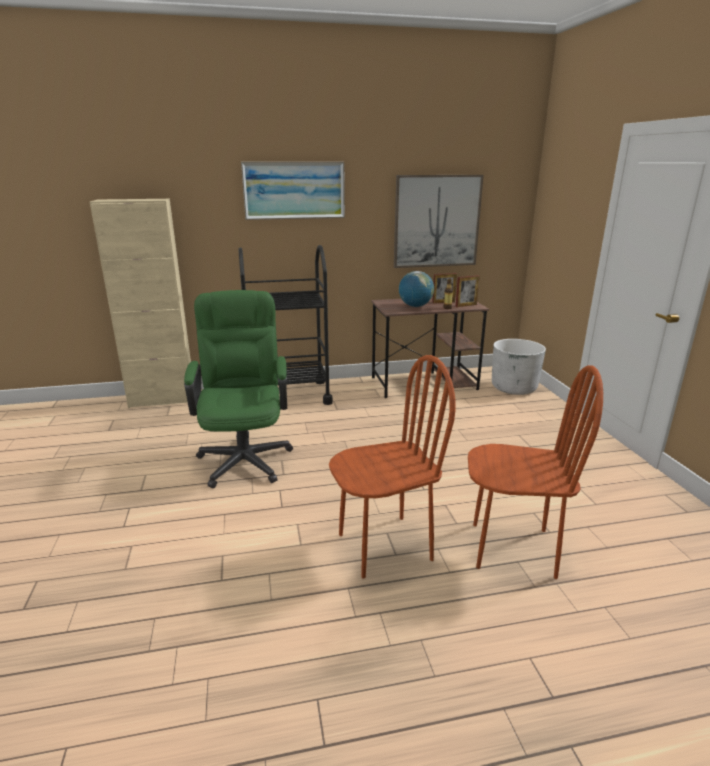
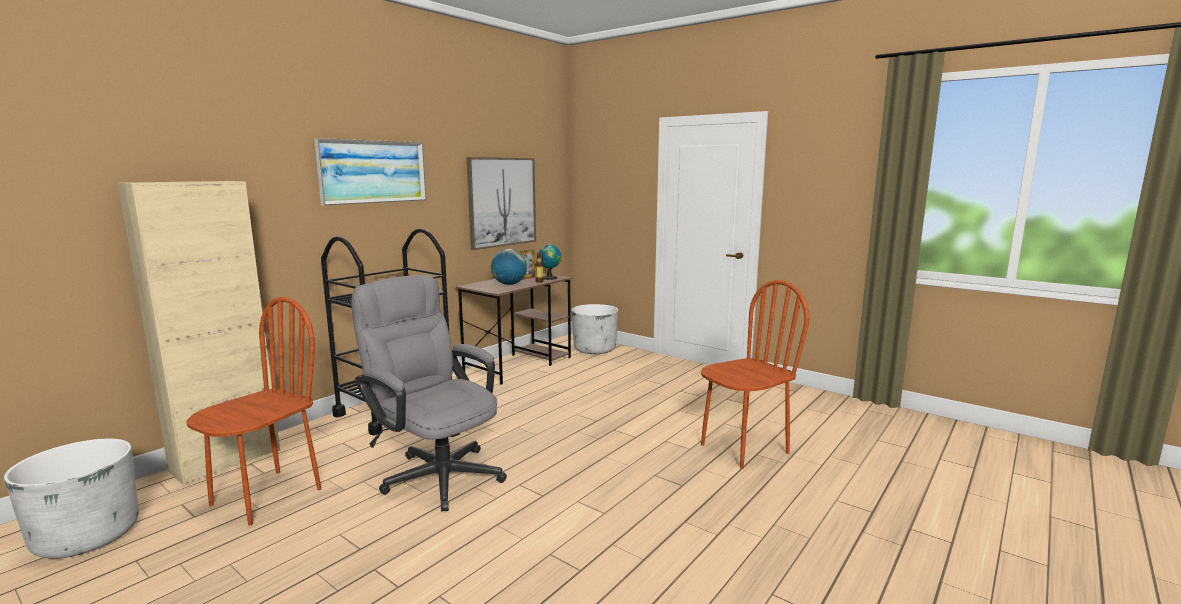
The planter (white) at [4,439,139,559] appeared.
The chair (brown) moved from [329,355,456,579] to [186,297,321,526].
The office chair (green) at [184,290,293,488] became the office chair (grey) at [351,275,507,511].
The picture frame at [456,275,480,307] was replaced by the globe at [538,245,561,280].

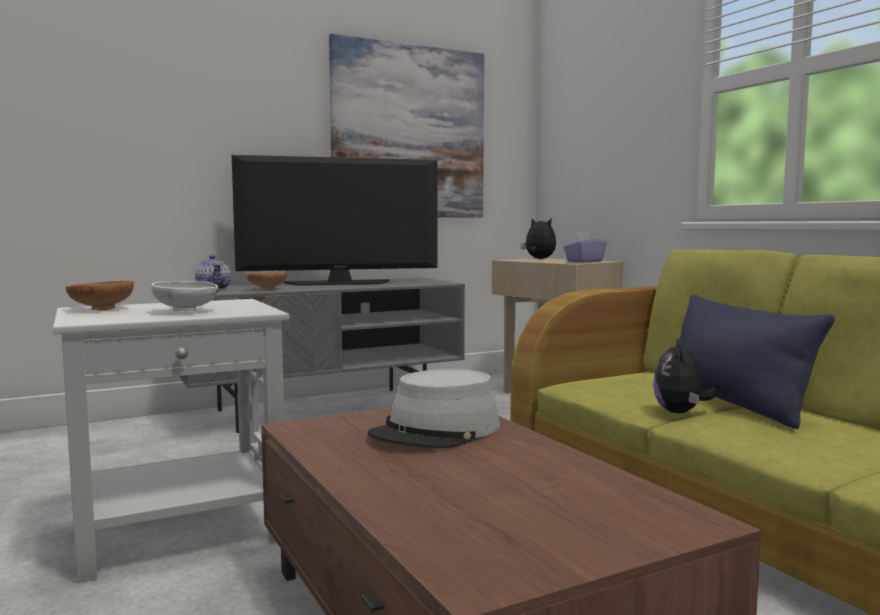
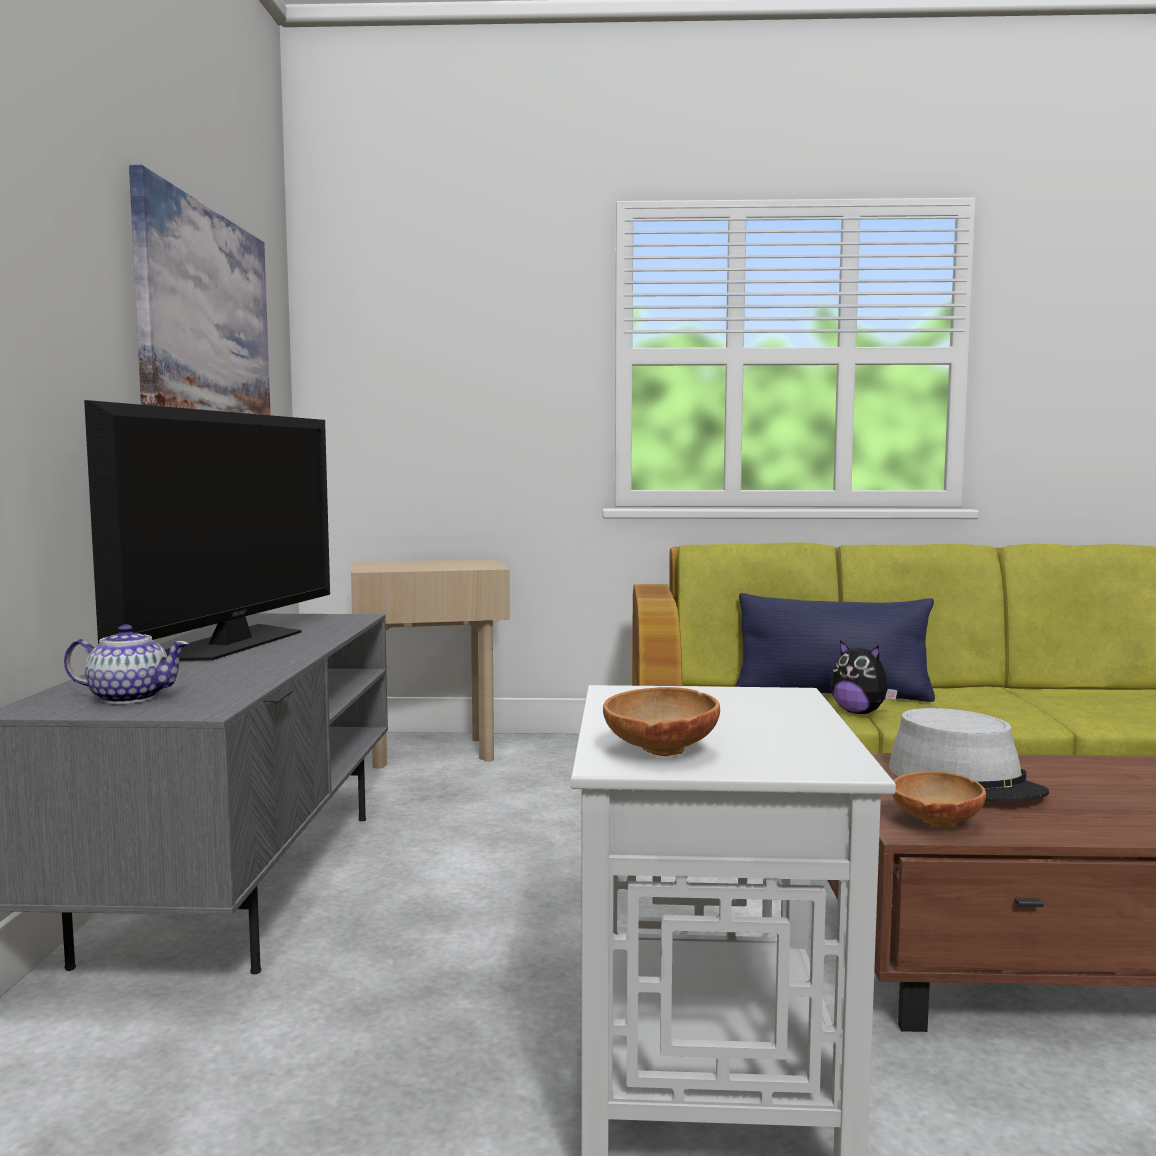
The bowl (brown) moved from [247,272,287,290] to [893,771,986,828].
The bowl (white) at [151,281,218,311] disappeared.
The plush toy at [520,218,556,259] disappeared.
The tissue box (purple) at [563,232,607,262] disappeared.

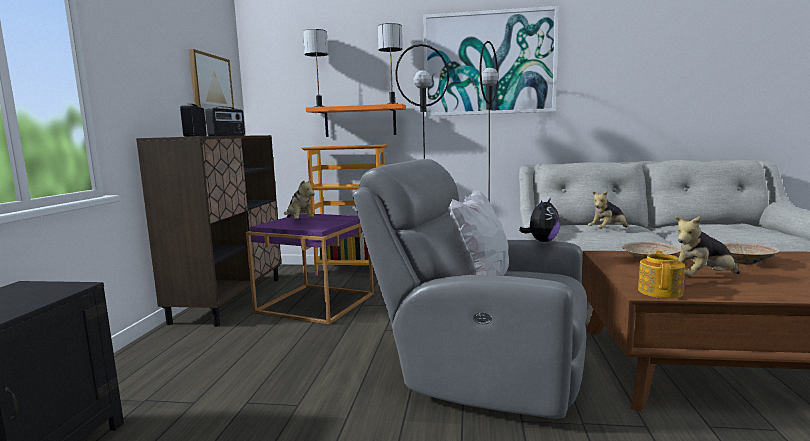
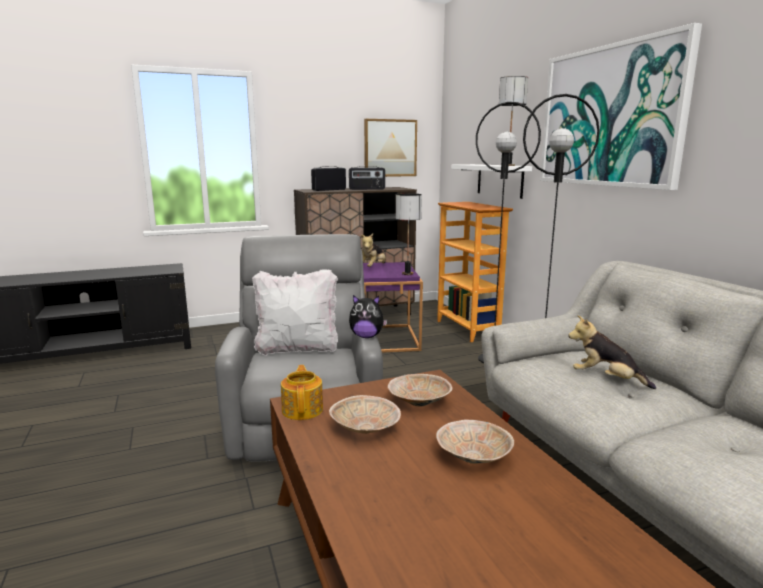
The teapot at [638,251,685,298] turned 90 degrees counterclockwise.
The plush toy at [675,216,740,276] was replaced by the bowl (beige) at [329,395,401,434].
The table lamp moved from [303,29,328,107] to [396,193,422,275].
The shelf (orange) at [306,104,406,137] became the shelf (white) at [451,164,532,199].

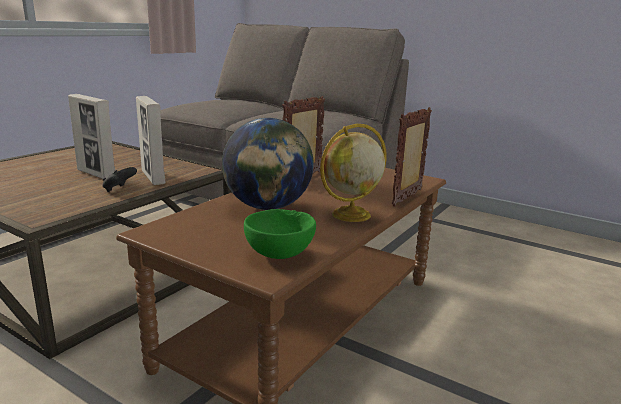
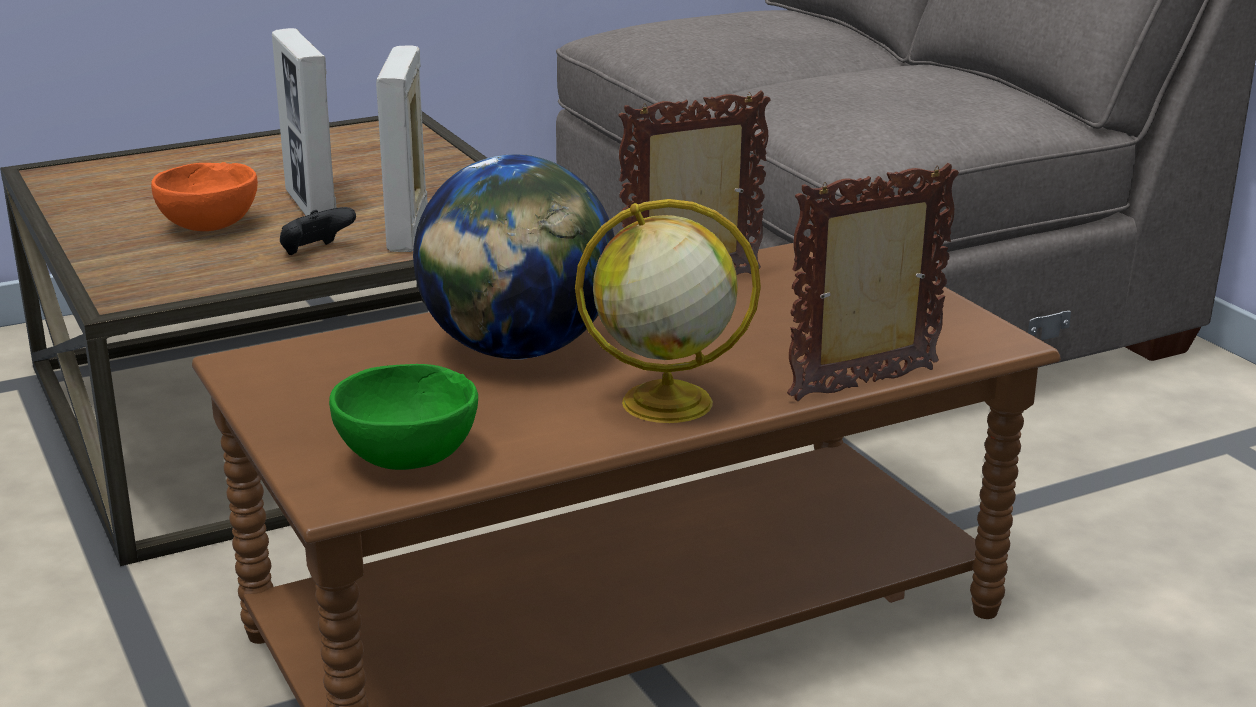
The bowl (orange) at [151,162,258,231] appeared.

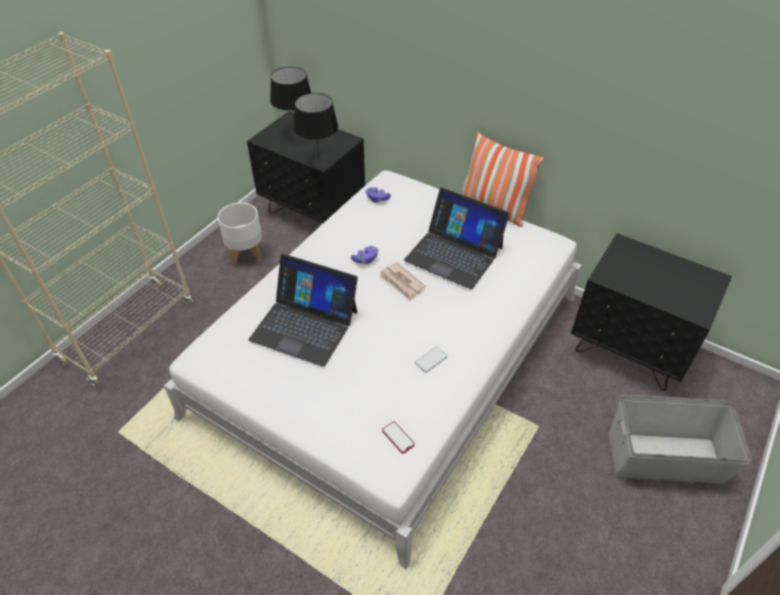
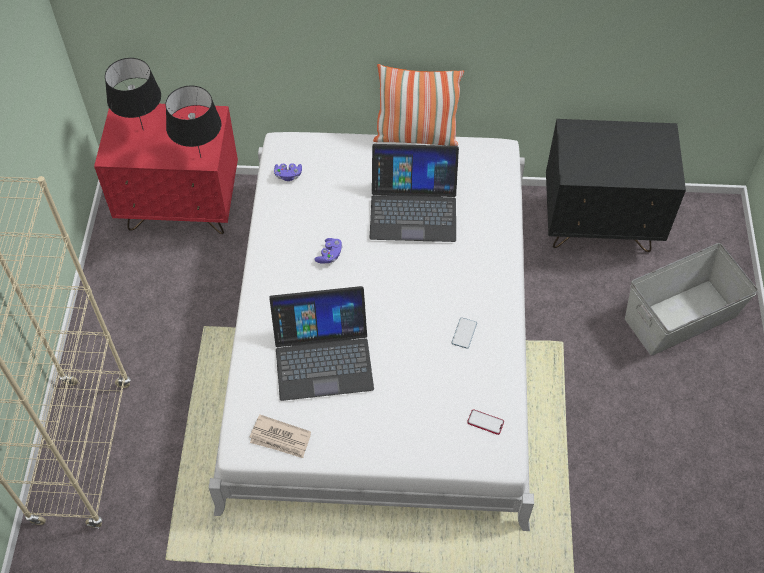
The nightstand (black) at [247,111,365,225] became the nightstand (red) at [94,104,238,234].
The newspaper moved from [379,262,426,301] to [249,415,311,458].
The planter (white) at [218,202,262,266] disappeared.

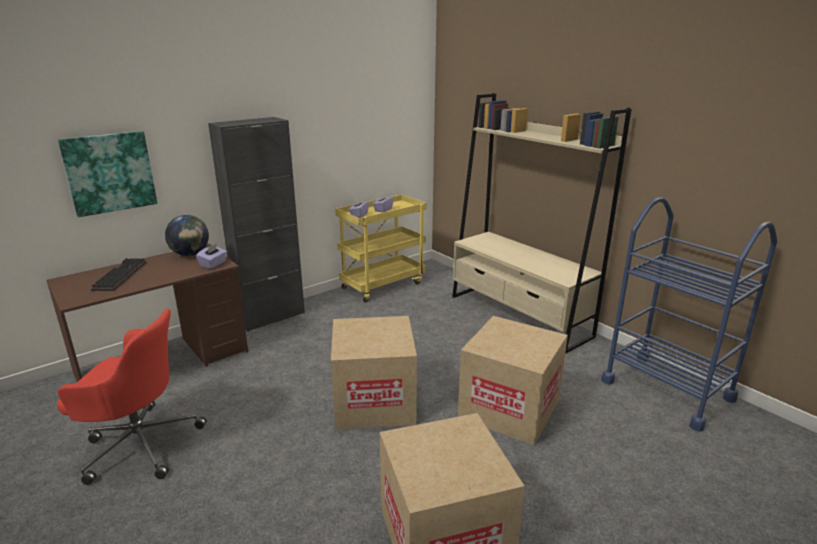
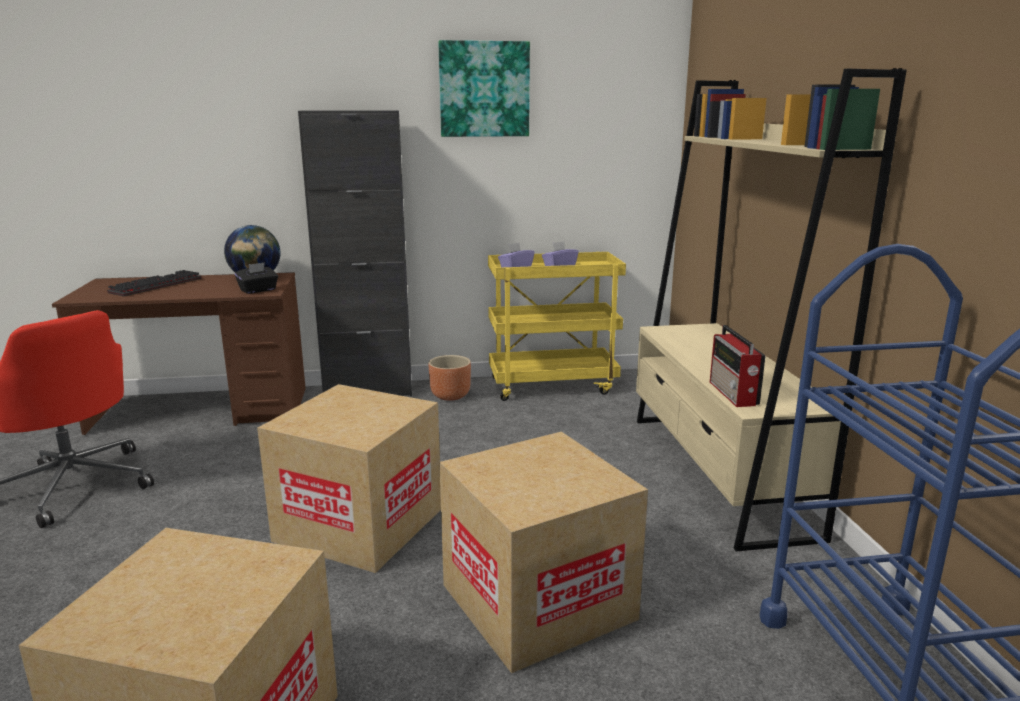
The tissue box (purple) at [196,244,227,269] became the tissue box (black) at [235,262,278,294].
The planter (brown) at [429,355,471,401] appeared.
The picture moved from [58,131,157,217] to [438,40,530,137].
The radio at [710,325,766,407] appeared.

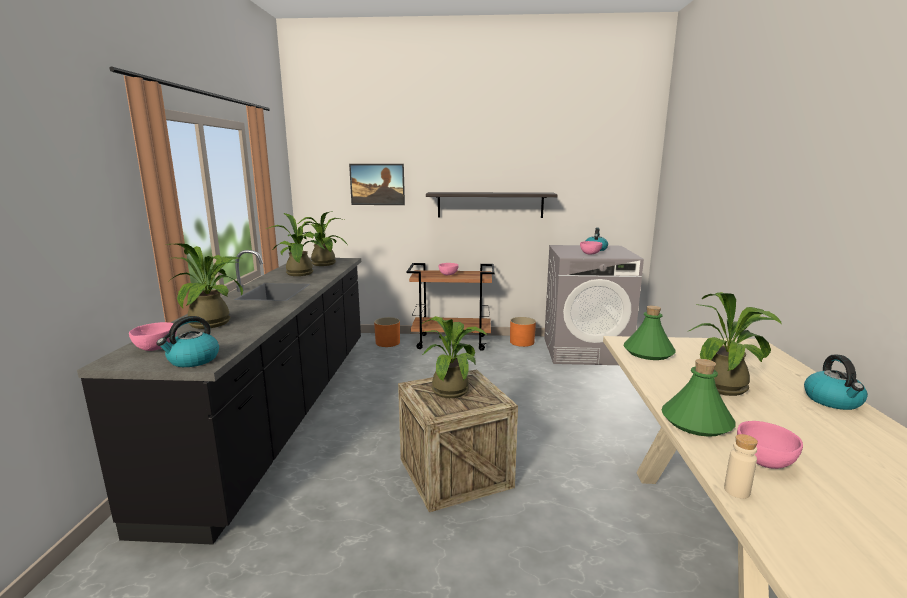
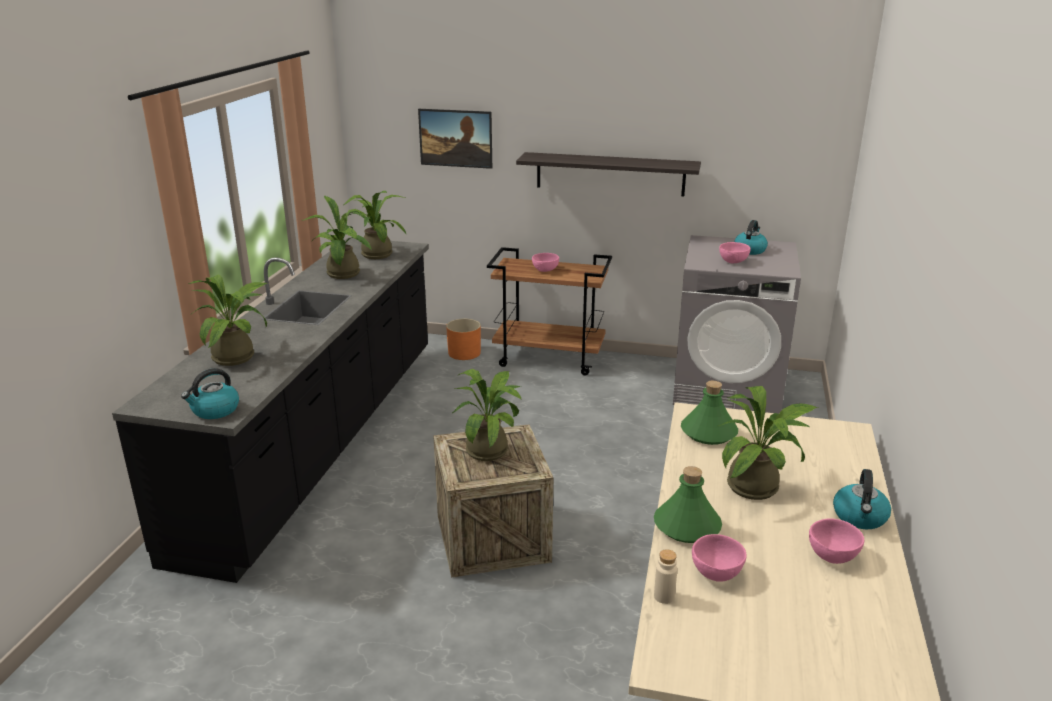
The bowl (pink) moved from [129,322,177,351] to [809,518,864,564].
The planter (orange) at [510,317,536,347] disappeared.

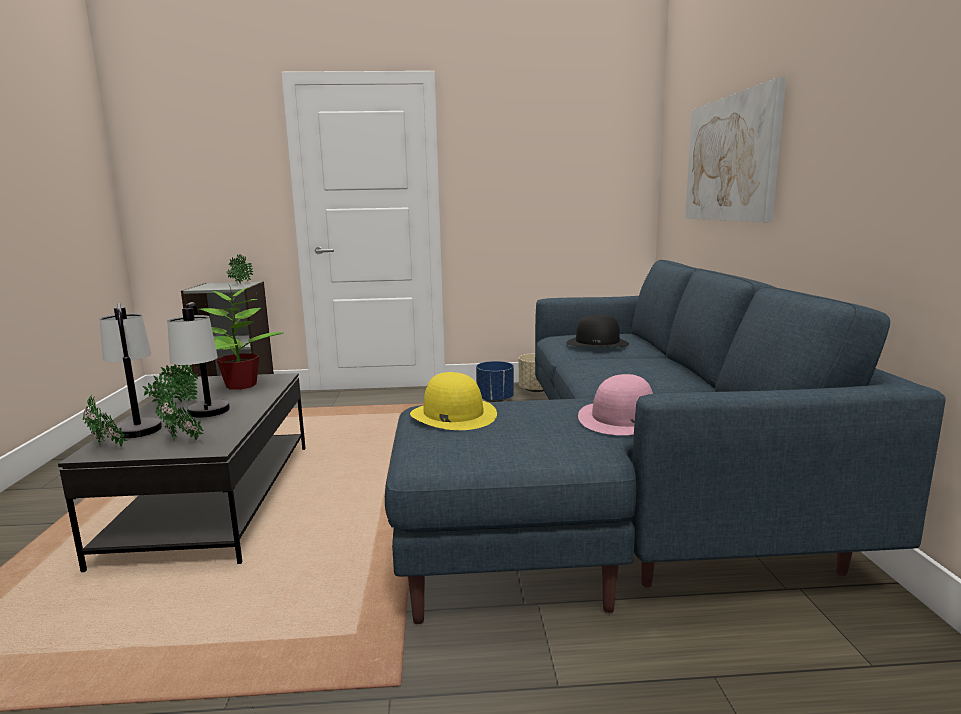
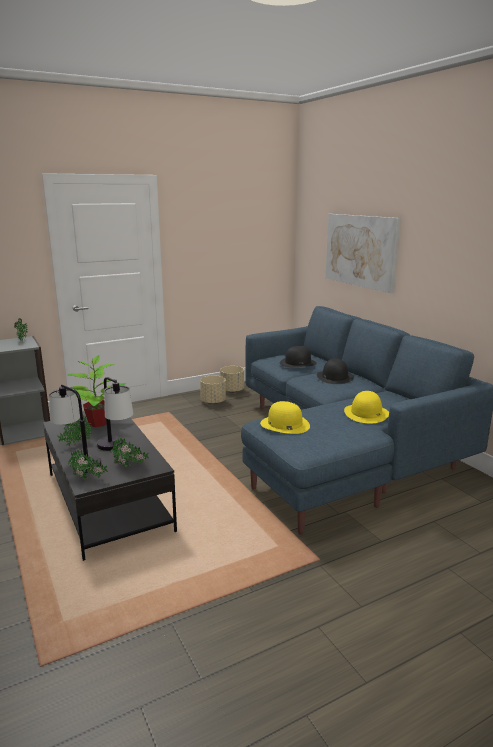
The planter (blue) at [476,361,514,402] became the planter (beige) at [200,376,226,404].
The hat (black) at [317,358,354,384] appeared.
The hat (pink) at [578,374,653,435] became the hat (yellow) at [344,391,389,423].

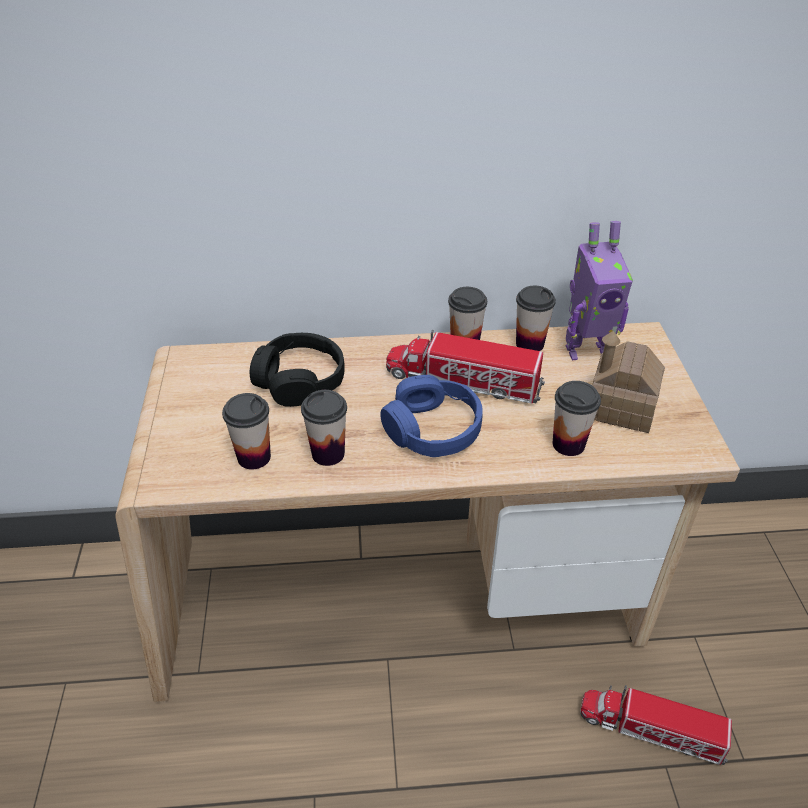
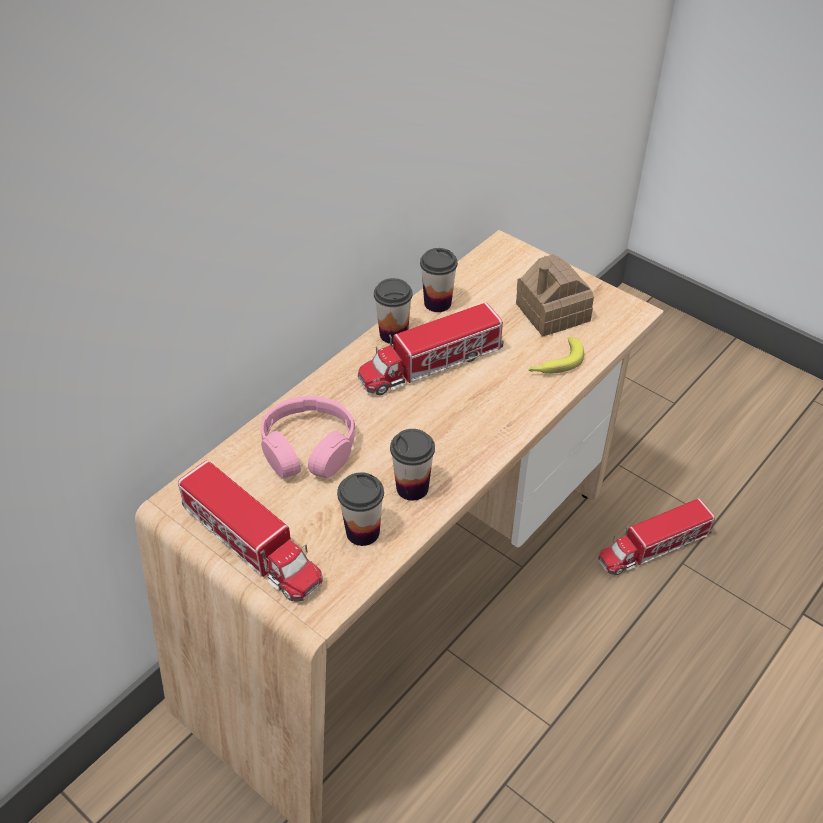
The toy truck at [178,460,323,602] appeared.
The headphones (black) at [250,333,345,407] became the headphones (pink) at [261,396,355,478].
The cup at [553,381,601,456] was replaced by the banana at [528,337,584,374].
The headphones (blue) at [380,375,483,457] disappeared.
The toy robot at [566,221,633,360] disappeared.

